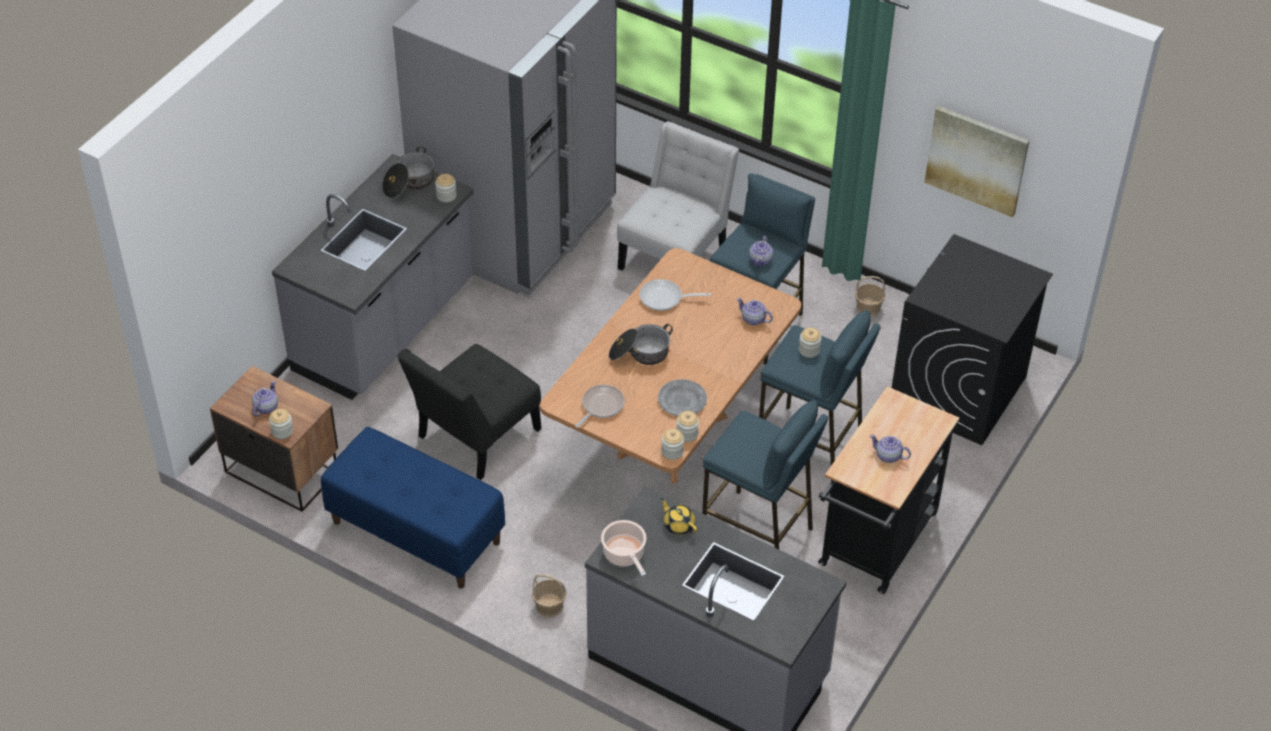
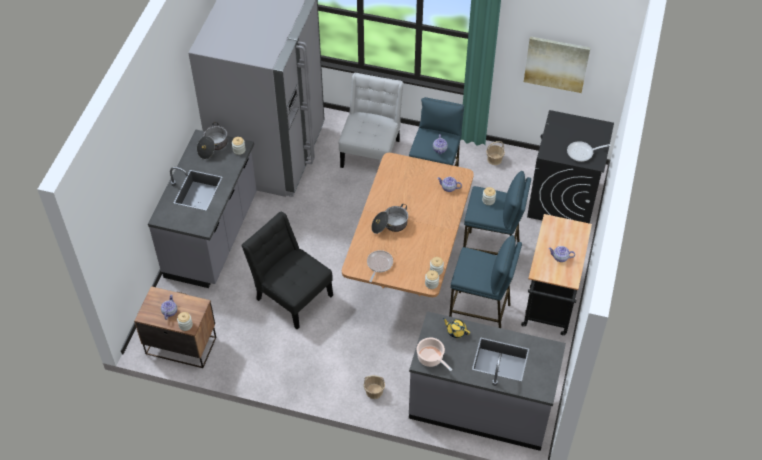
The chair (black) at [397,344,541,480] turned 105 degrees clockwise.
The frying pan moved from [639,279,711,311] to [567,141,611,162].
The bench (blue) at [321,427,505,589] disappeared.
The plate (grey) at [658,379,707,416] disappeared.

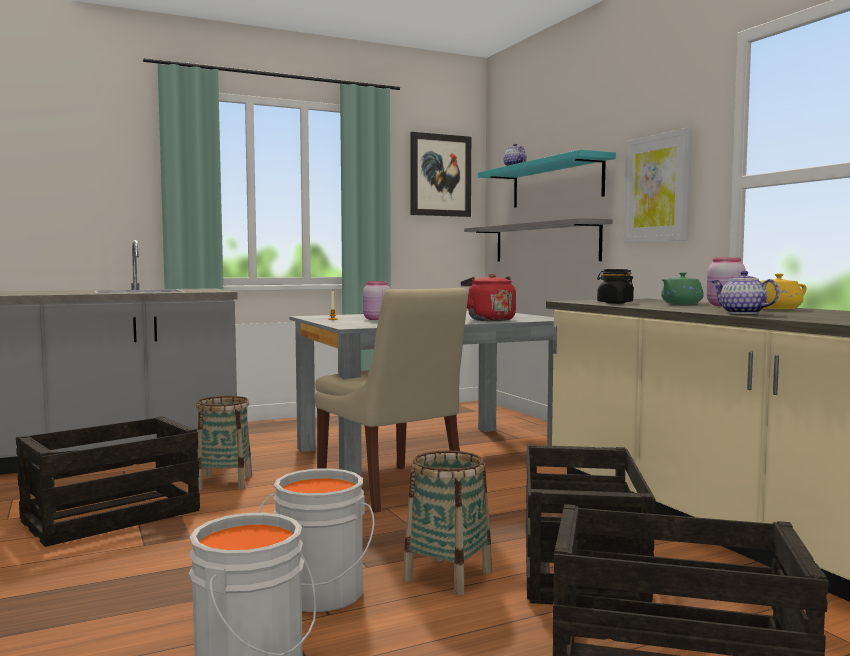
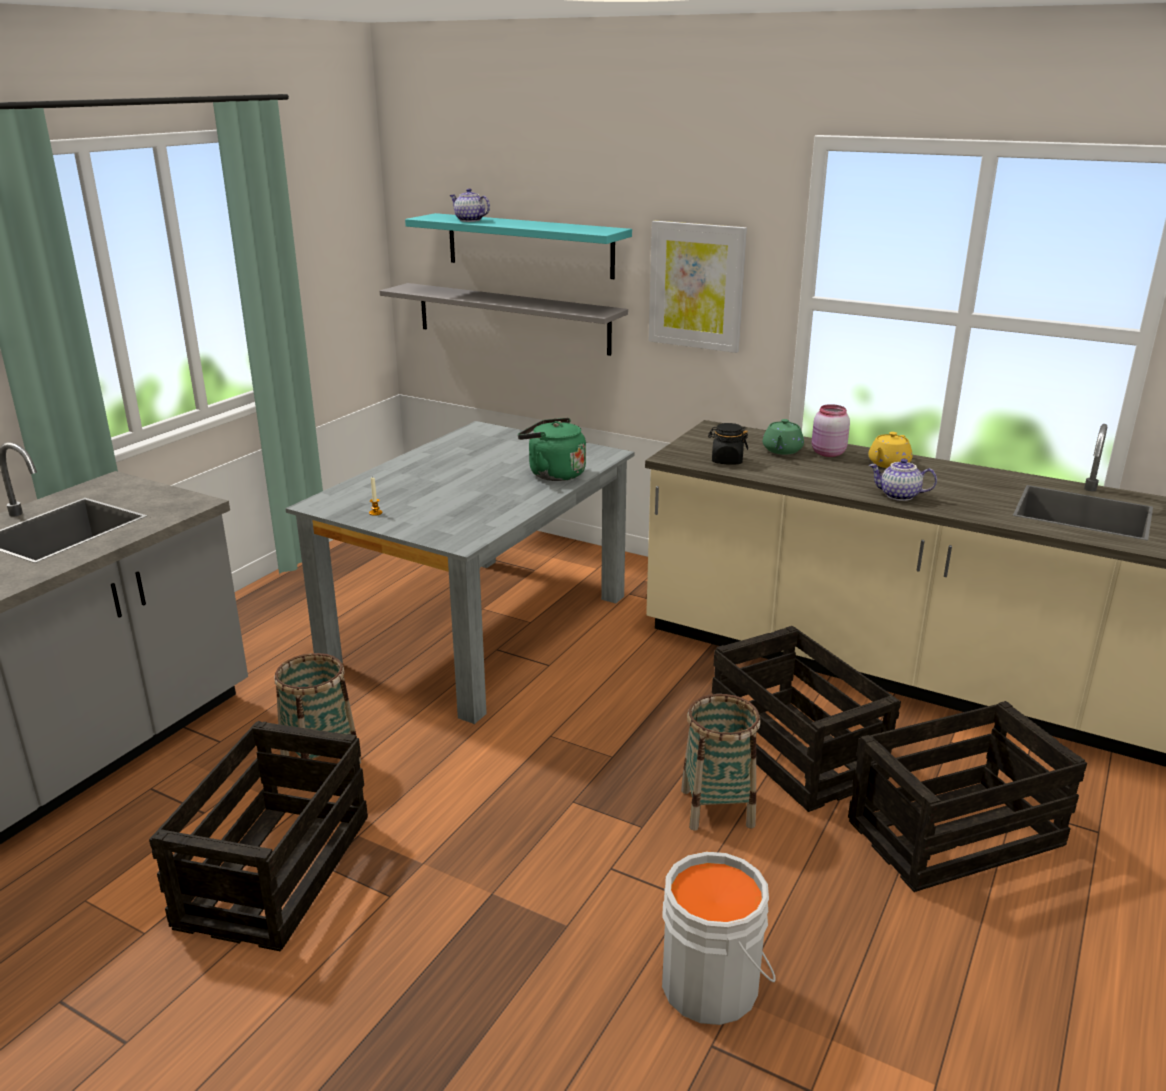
The kettle (red) at [461,274,516,321] became the kettle (green) at [518,418,586,481].
The bucket (grey) at [258,468,375,612] disappeared.
The chair (beige) at [315,288,468,513] disappeared.
The jar (pink) at [363,281,390,320] disappeared.
The picture at [410,132,471,217] disappeared.

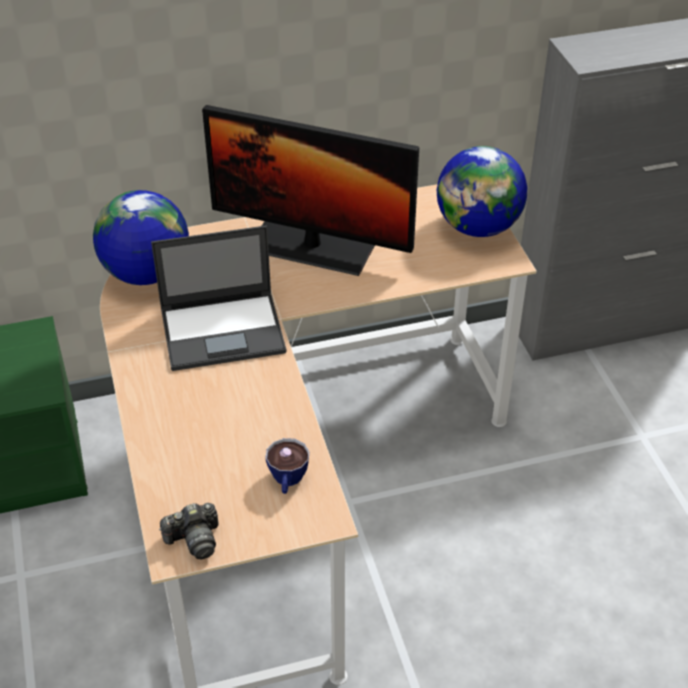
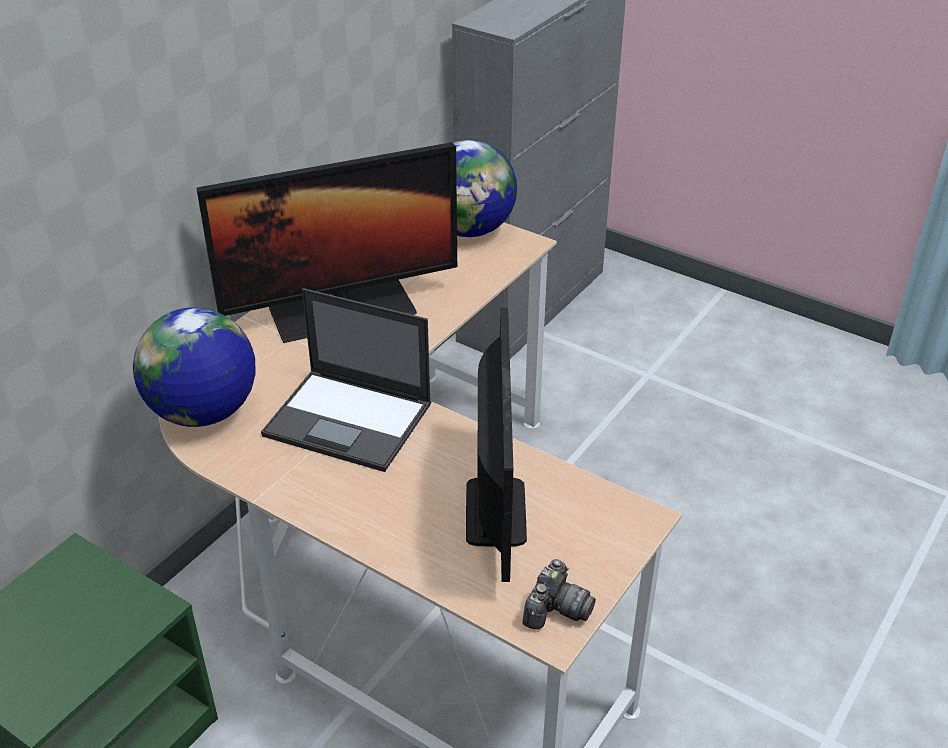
The laptop at [151,226,287,371] turned 75 degrees clockwise.
The monitor at [466,307,527,582] appeared.
The cup at [265,438,309,494] disappeared.

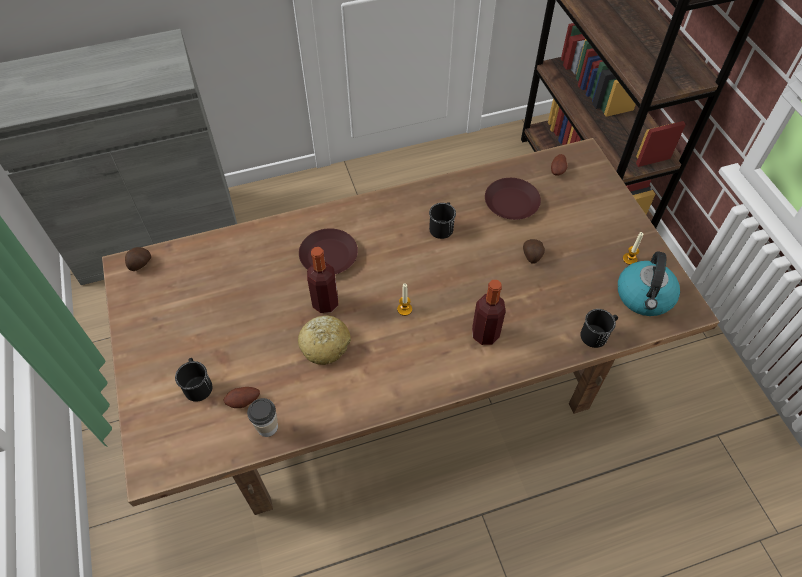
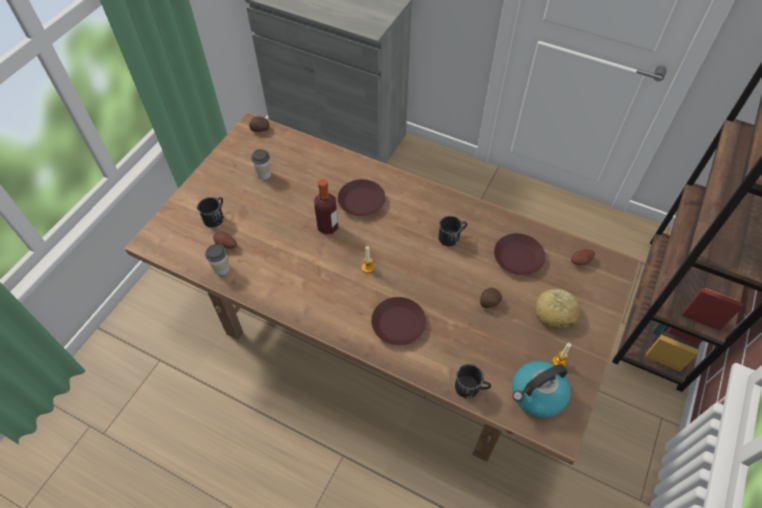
The cup at [251,149,271,180] appeared.
The bottle at [472,280,506,345] was replaced by the plate (brown) at [371,297,426,345].
The bread moved from [298,315,351,365] to [535,289,580,329].

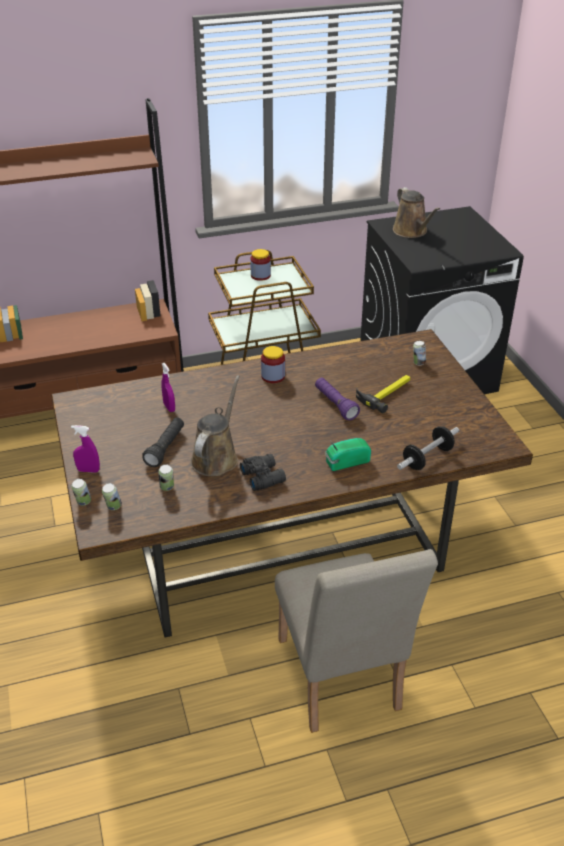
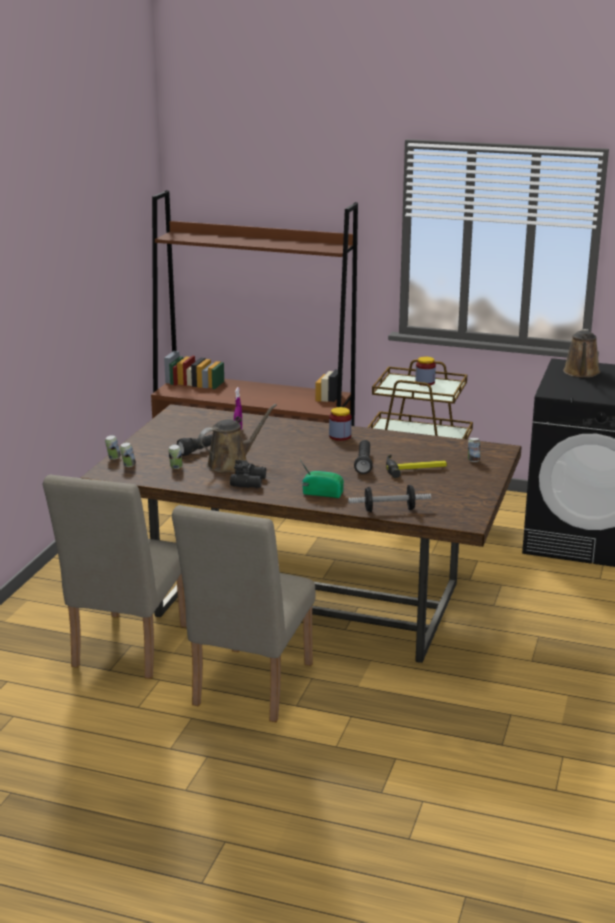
The chair (beige) at [43,474,187,679] appeared.
The flashlight (purple) at [315,378,360,420] became the flashlight (black) at [354,440,373,474].
The spray bottle (purple) at [71,425,100,473] disappeared.

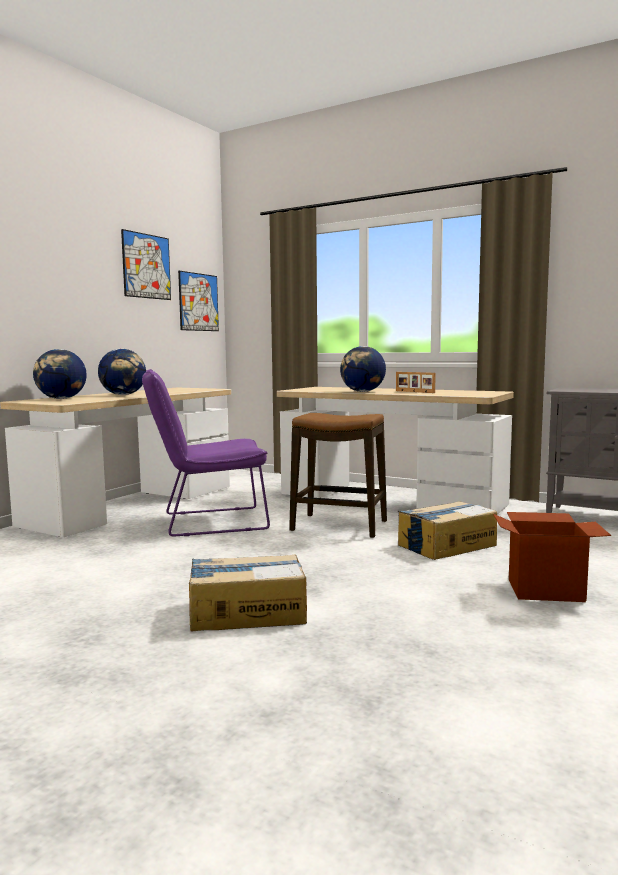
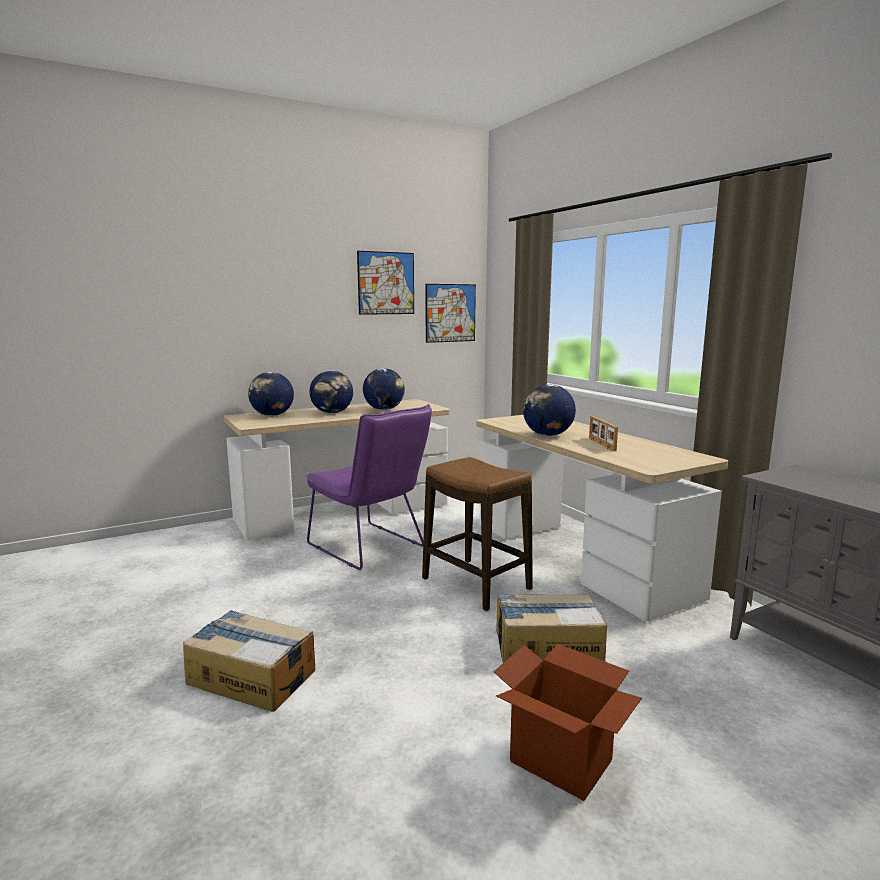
The chair (purple) at [142,369,270,537] turned 150 degrees counterclockwise.
The globe at [363,368,405,410] appeared.

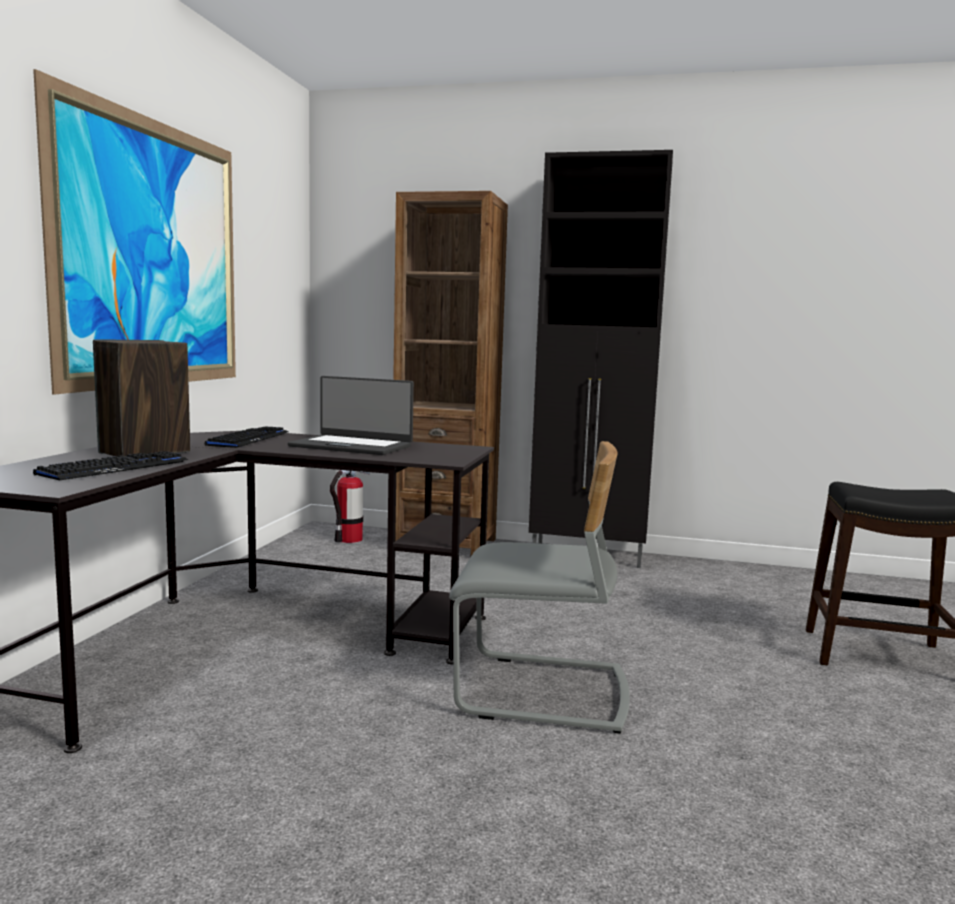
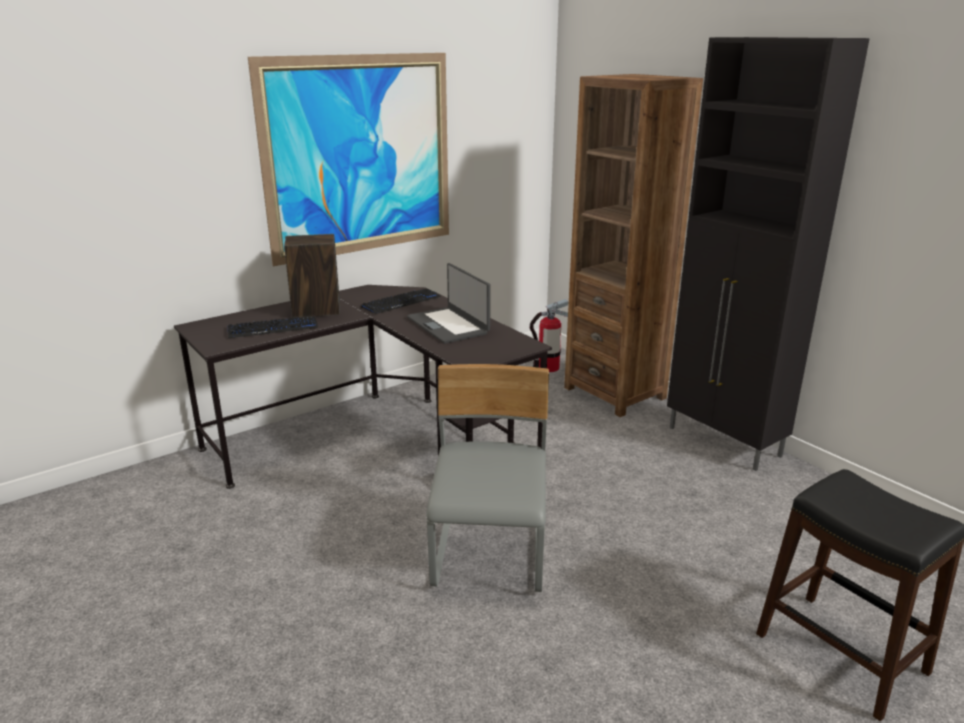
The chair (grey) at [449,441,630,734] turned 135 degrees counterclockwise.

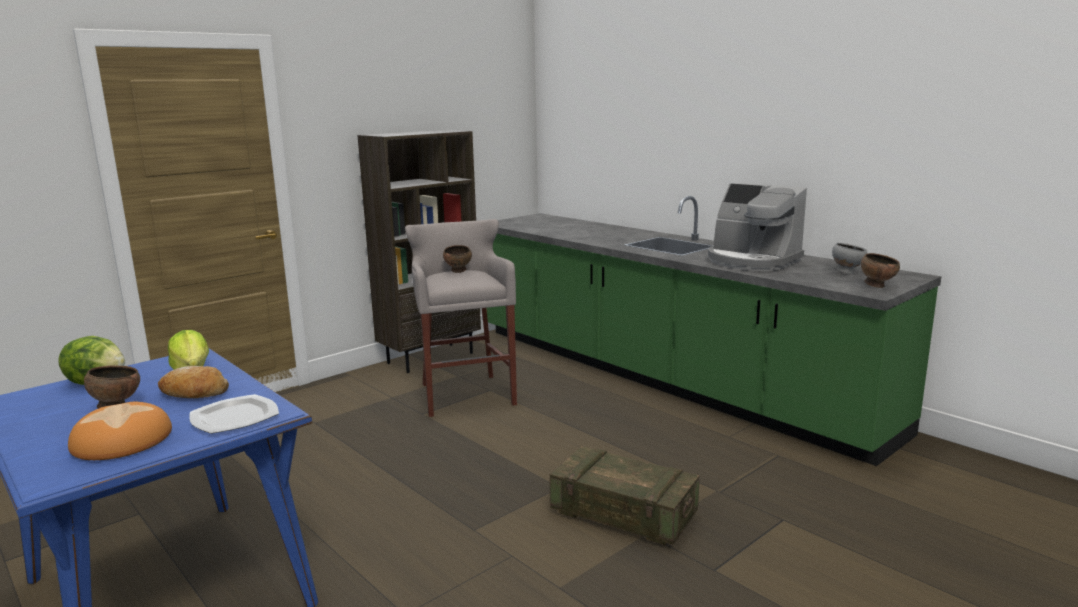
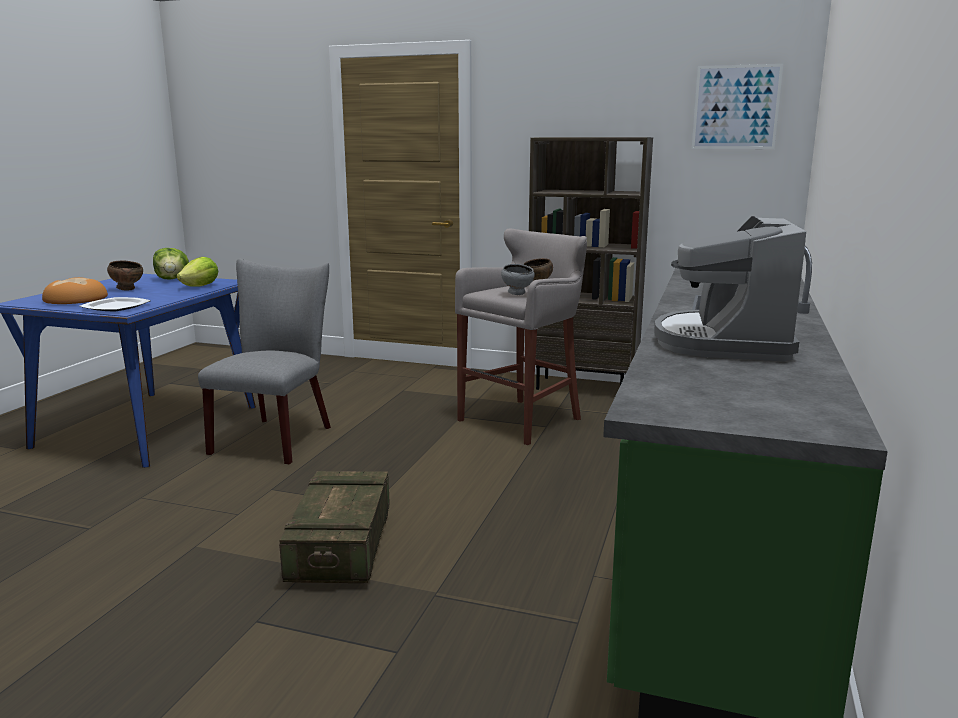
The chair (grey) at [198,259,331,464] appeared.
The bowl (grey) moved from [832,243,868,274] to [501,264,535,295].
The picture at [692,64,783,149] appeared.
The bread at [158,366,229,398] disappeared.
The bowl (brown) at [861,253,900,288] disappeared.

